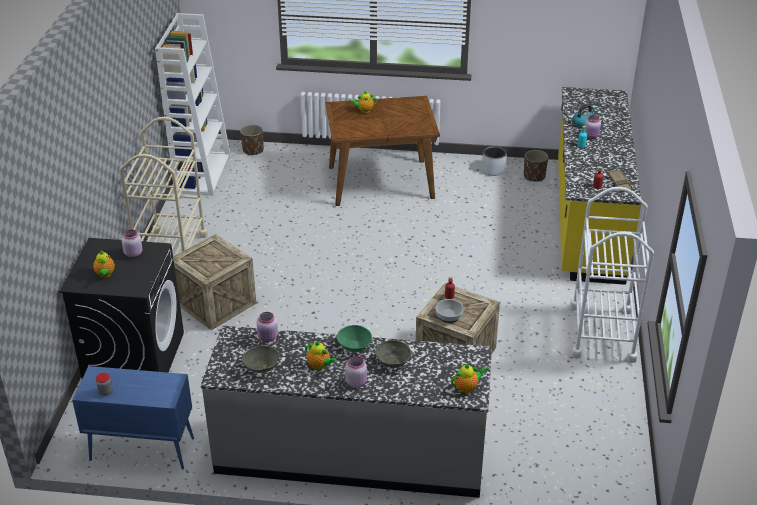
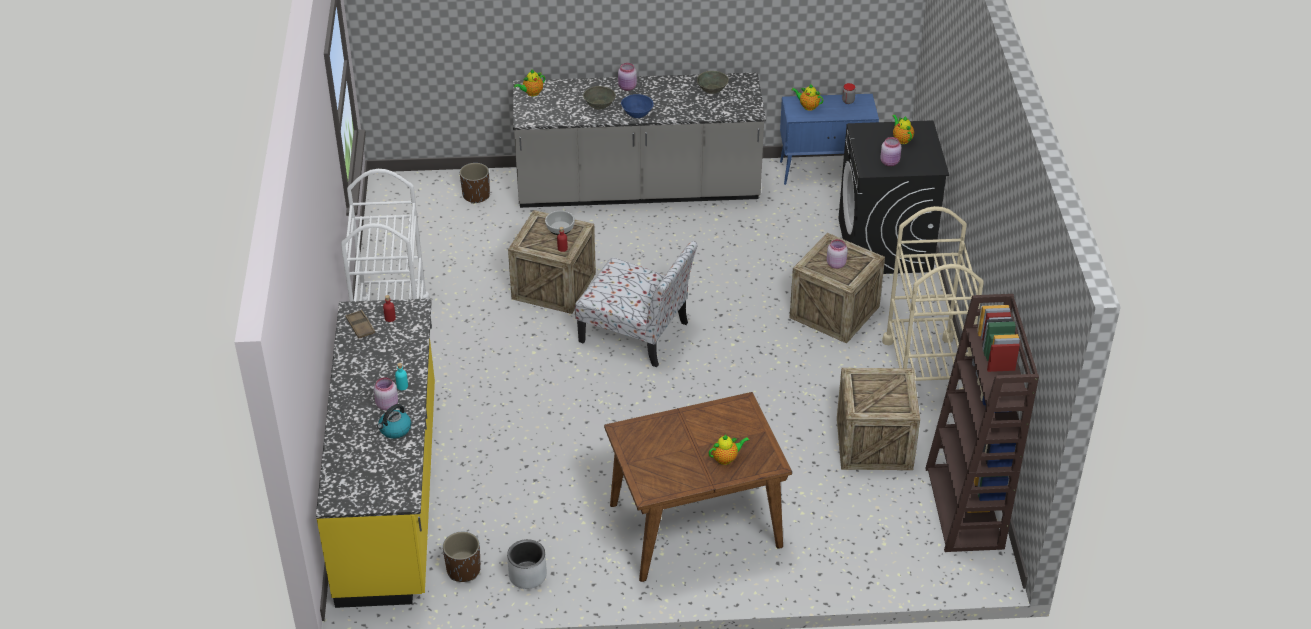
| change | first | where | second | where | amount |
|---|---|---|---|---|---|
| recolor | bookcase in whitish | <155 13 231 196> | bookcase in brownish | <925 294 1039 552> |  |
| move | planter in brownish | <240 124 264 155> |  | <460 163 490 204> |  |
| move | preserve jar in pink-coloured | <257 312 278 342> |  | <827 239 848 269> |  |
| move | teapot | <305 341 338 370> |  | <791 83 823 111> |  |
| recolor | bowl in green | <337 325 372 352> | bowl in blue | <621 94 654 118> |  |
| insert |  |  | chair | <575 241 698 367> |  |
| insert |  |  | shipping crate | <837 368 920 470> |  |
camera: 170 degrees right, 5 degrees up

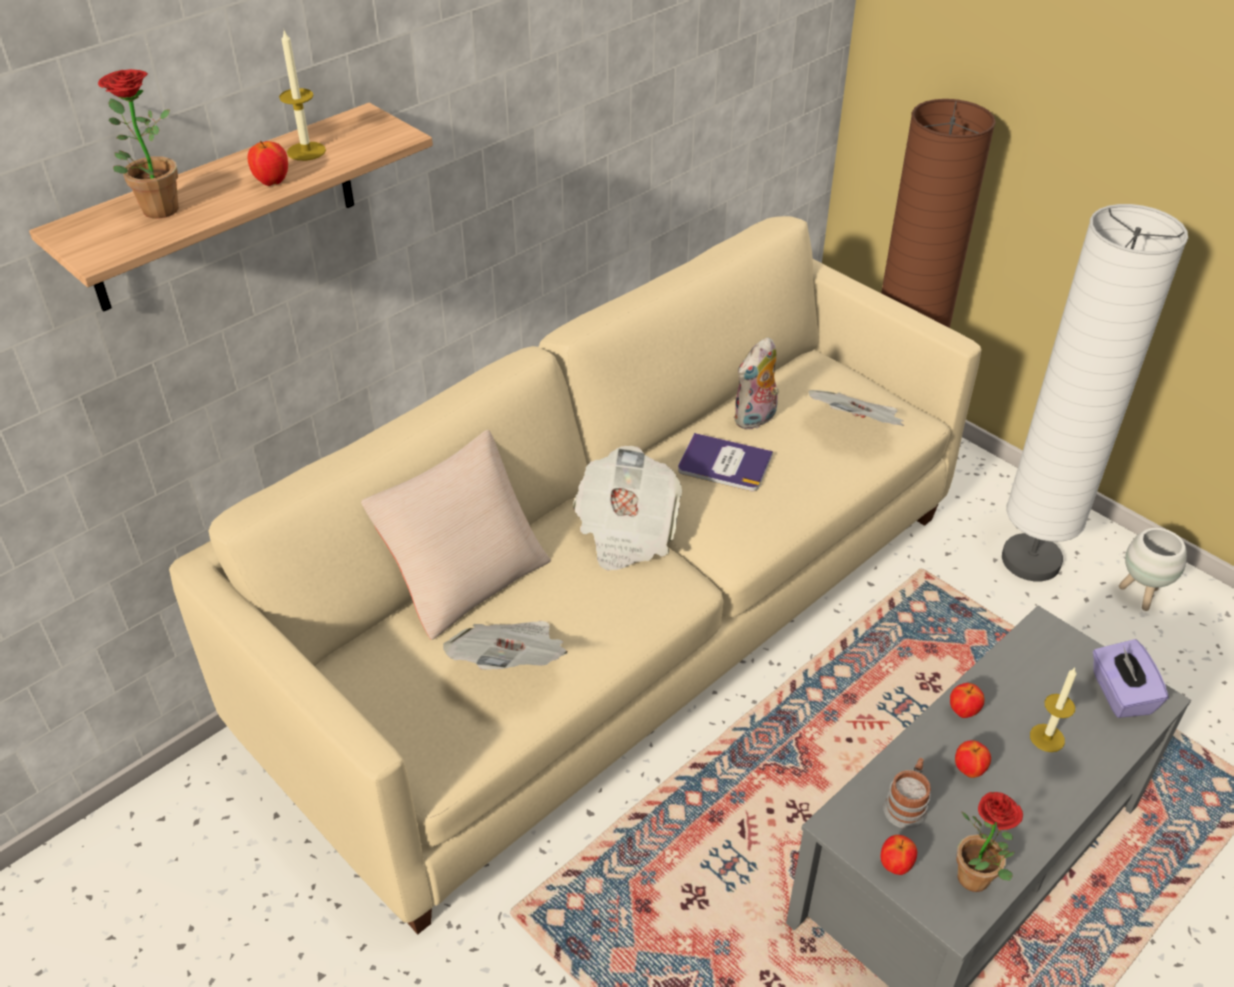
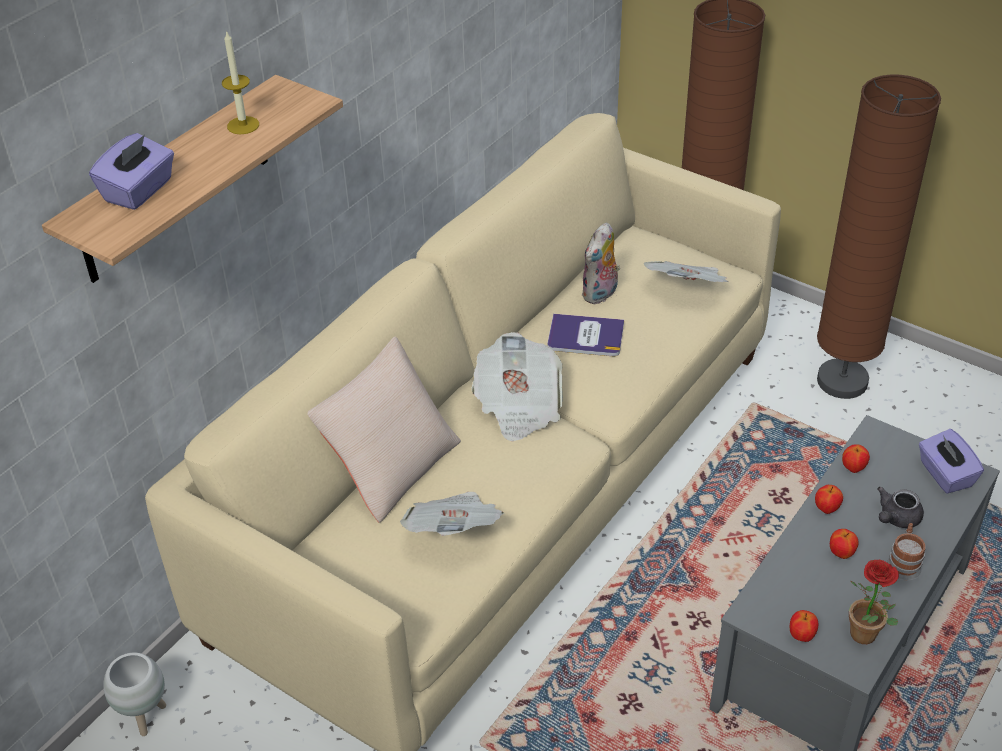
| change | first | where | second | where | amount |
|---|---|---|---|---|---|
| replace | houseplant | <98 69 179 219> | tissue holder in purple | <89 133 174 210> |  |
| move | apple | <247 140 288 186> |  | <842 444 870 473> |  |
| move | mug | <883 758 931 829> |  | <887 523 926 580> |  |
| recolor | floor lamp in whitish | <1002 204 1188 581> | floor lamp in brownish | <817 75 941 399> |  |
| replace | wax candle | <1030 668 1077 752> | teapot in greyish | <877 487 924 528> |  |
| move | planter in whitish | <1119 528 1187 611> |  | <103 653 166 736> |  |
camera: 10 degrees left, 0 degrees up

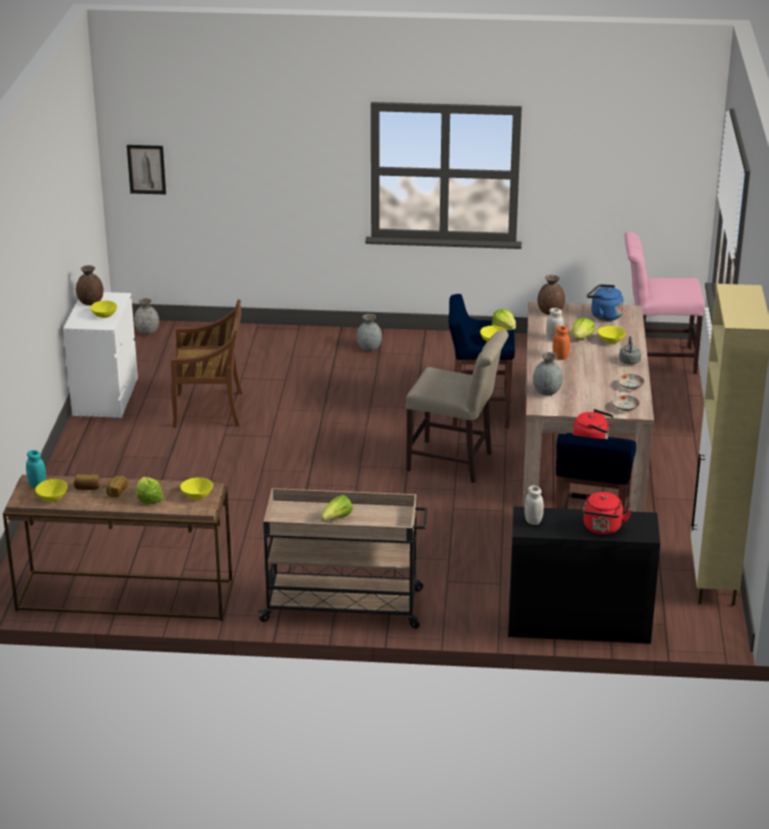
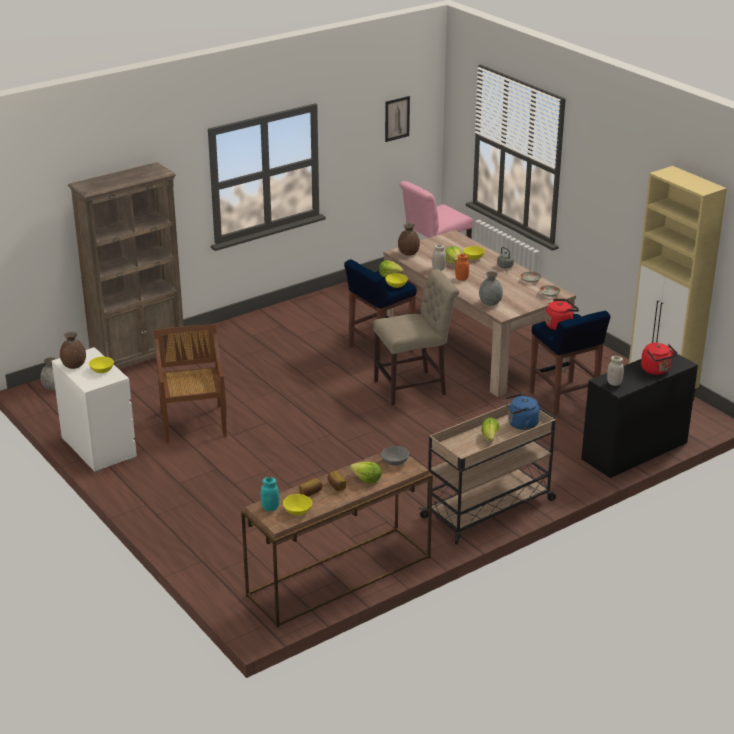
| change | first | where | second | where | amount |
|---|---|---|---|---|---|
| move | wall art | <127 145 166 195> |  | <385 96 410 142> |  |
| rotate | chair in brownish | <171 299 243 428> |  | <153 324 227 443> | 60 degrees counterclockwise |
| recolor | bowl in yellow-coloured | <180 477 213 499> | bowl in greyish | <382 446 409 466> |  |
| delete | decorative vase in greyish | <357 314 382 351> |  |  |  |
| move | water kettle in blue | <587 284 624 321> |  | <505 393 540 430> |  |
| insert |  |  | bookcase in brownish | <68 162 184 369> |  |
camera: 40 degrees left, 0 degrees up

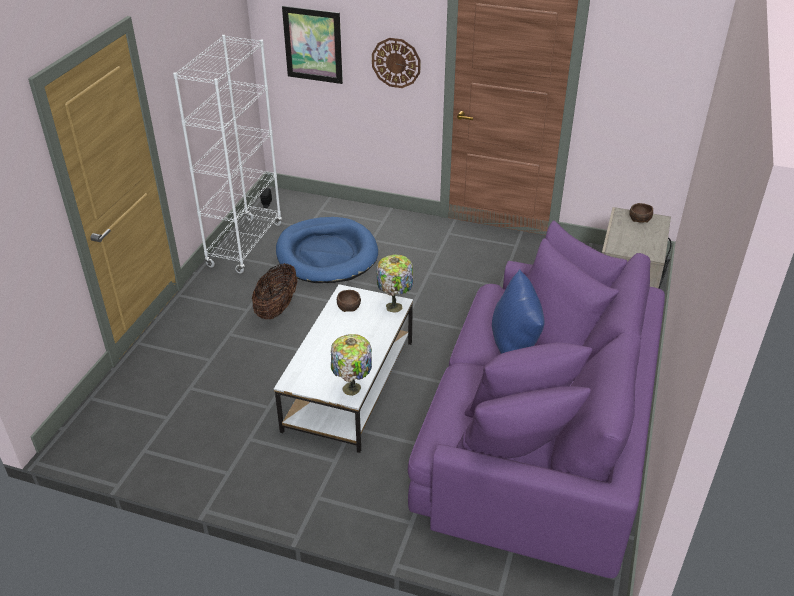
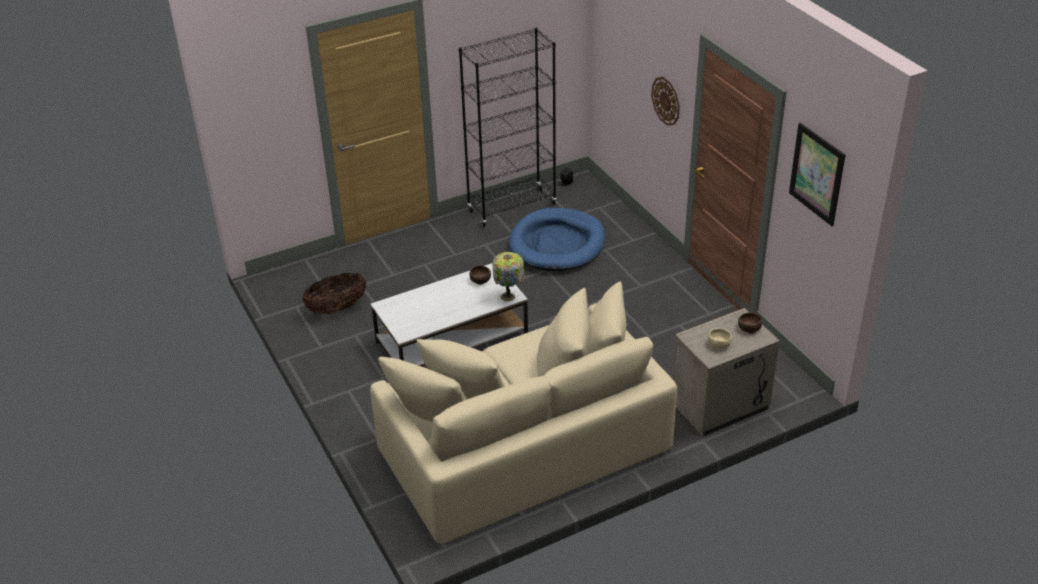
| change | first | where | second | where | amount |
|---|---|---|---|---|---|
| recolor | bookcase in whitish | <173 35 282 274> | bookcase in blackish | <459 28 557 227> |  |
| move | basket | <252 263 297 319> |  | <302 273 367 314> |  |
| move | wall art | <282 6 343 84> |  | <789 123 845 226> |  |
| delete | table lamp | <331 334 372 396> |  |  |  |
| recolor | settee in purple | <408 220 665 578> | settee in beige-coloured | <370 281 677 544> |  |
| delete | pillow in blue | <492 269 545 354> |  |  |  |
| insert |  |  | bowl in beige-coloured | <708 328 732 350> |  |
camera: 45 degrees right, 0 degrees up

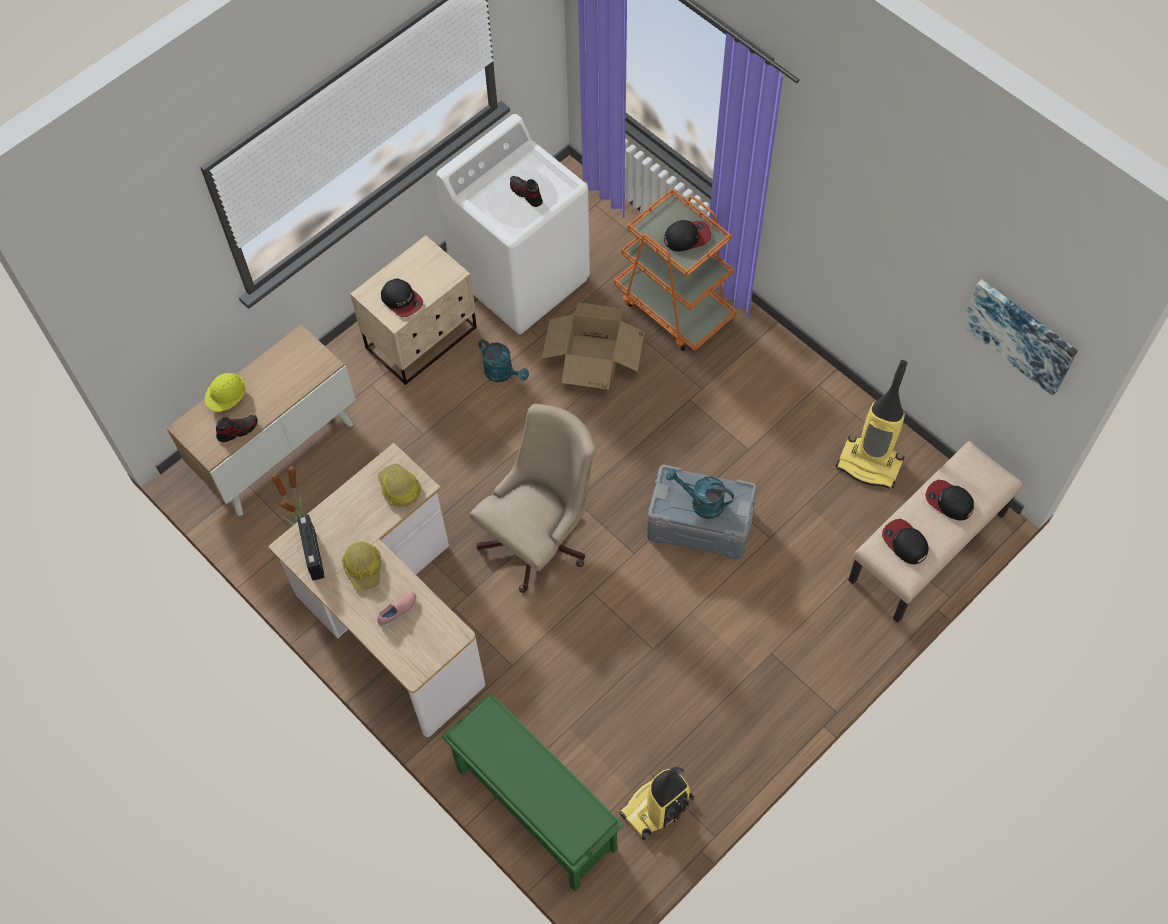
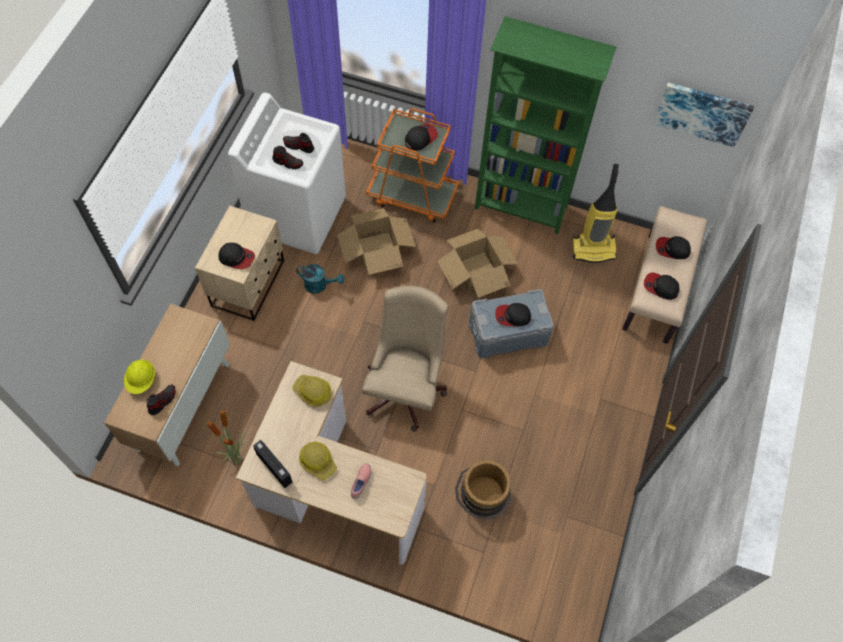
| change | first | where | second | where | amount |
|---|---|---|---|---|---|
| delete | shoe rack in green | <442 693 624 891> |  |  |  |
| delete | vacuum | <620 767 694 841> |  |  |  |
| replace | watering can in turquoise-coloured | <666 468 734 519> | baseball cap | <495 303 531 326> |  |
| insert |  |  | low shoe | <272 146 303 169> |  |
| insert |  |  | packing box | <437 229 518 298> |  |
| insert |  |  | bucket in brownish | <455 460 511 519> |  |
| insert |  |  | bookcase in green | <475 16 616 234> |  |
camera: 30 degrees left, 0 degrees up

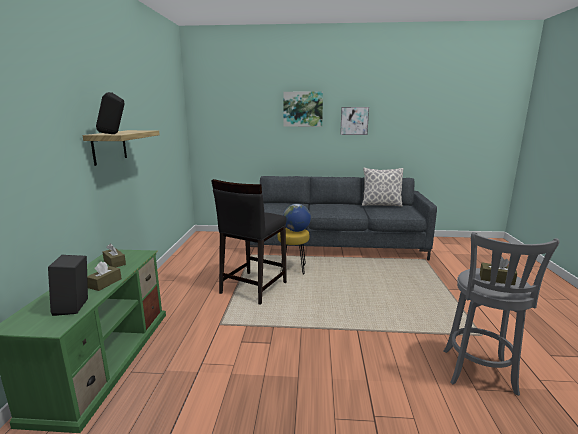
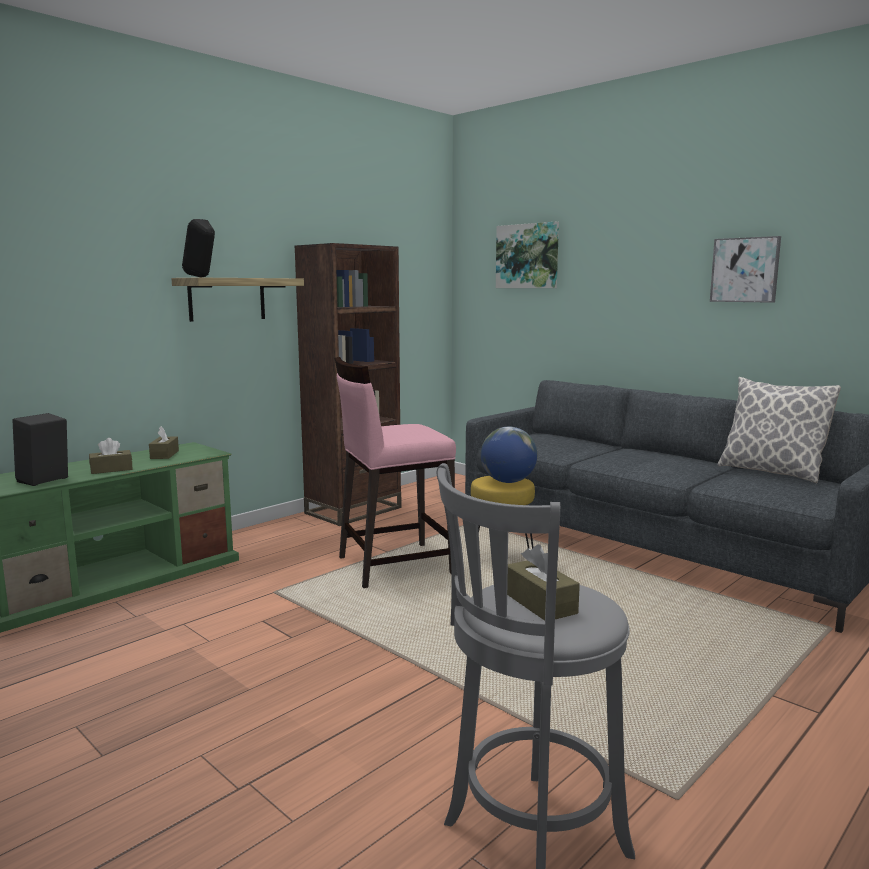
| change | first | where | second | where | amount |
|---|---|---|---|---|---|
| recolor | stool in blackish | <211 179 287 305> | stool in pink-coloured | <335 357 456 588> |  |
| move | wall art | <283 92 323 127> |  | <496 222 559 288> |  |
| insert |  |  | bookcase in brownish | <294 243 401 526> |  |
camera: 40 degrees right, 5 degrees down

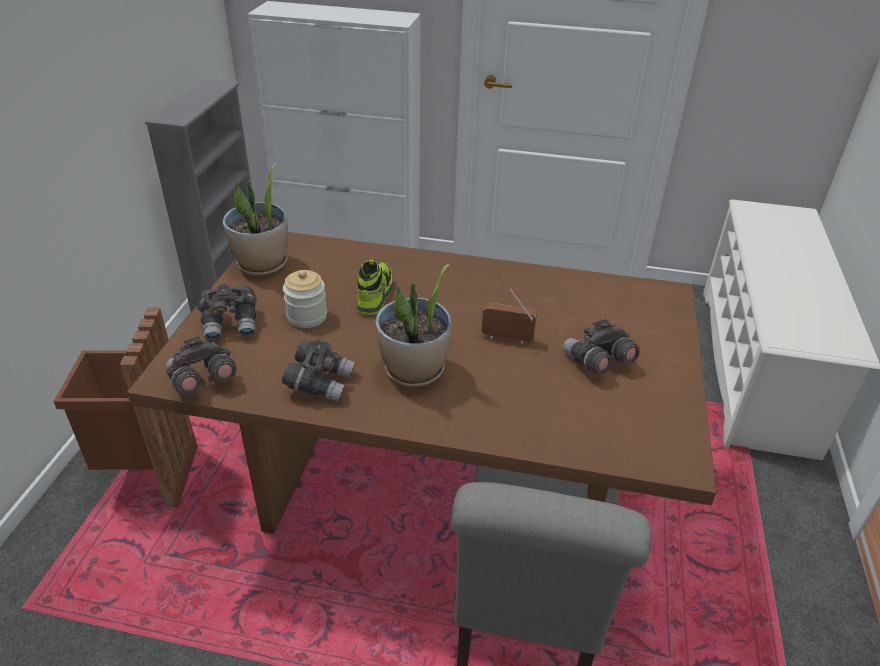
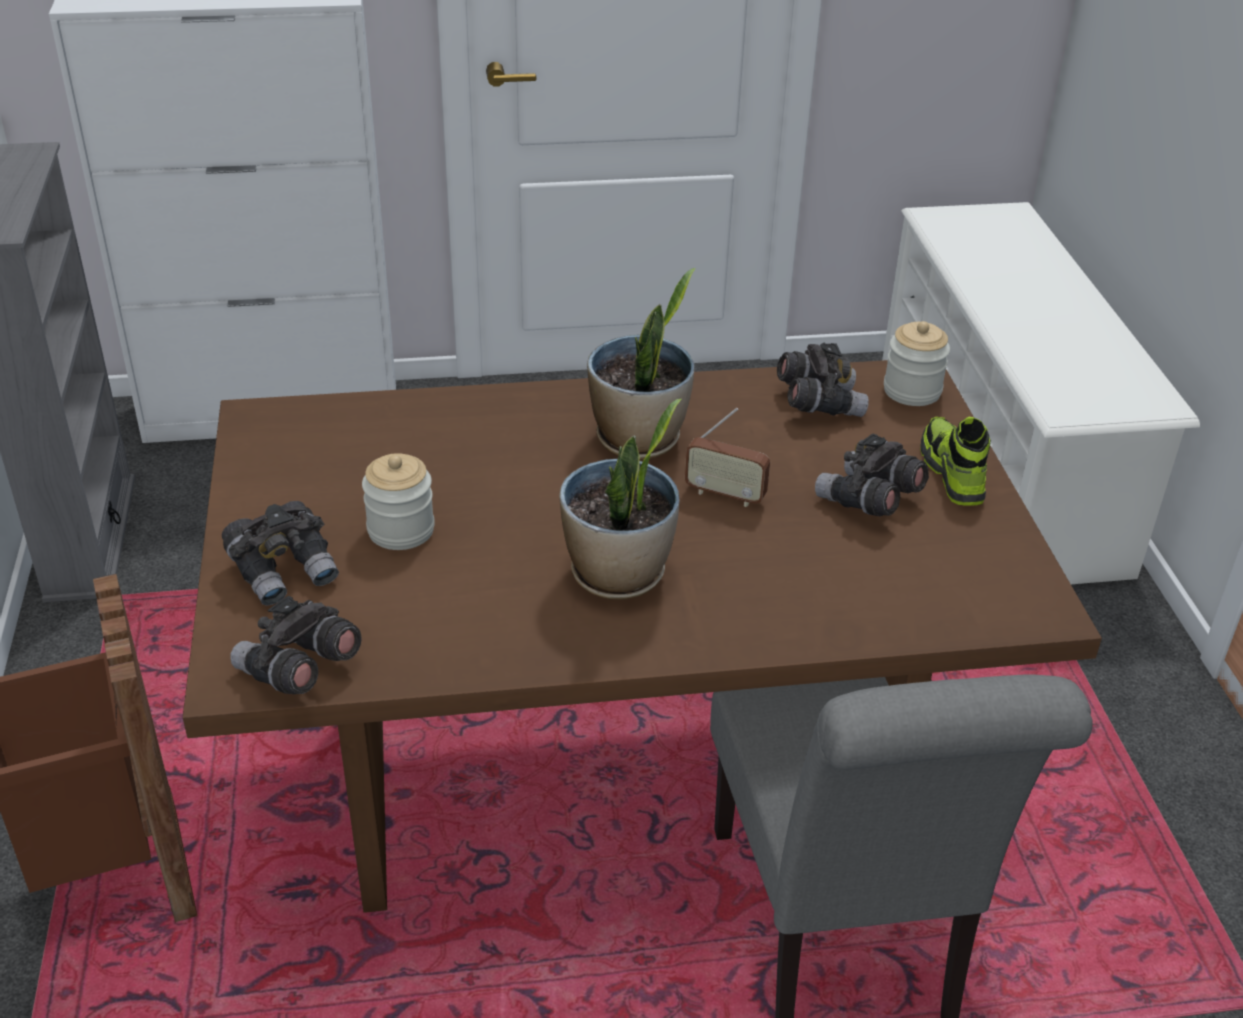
| change | first | where | second | where | amount |
|---|---|---|---|---|---|
| move | houseplant | <223 163 288 276> |  | <587 268 695 460> |  |
| move | field glasses in greyish | <282 339 356 402> |  | <777 343 869 417> |  |
| move | low shoe | <357 260 393 315> |  | <920 417 991 506> |  |
| rotate | radio set | <481 289 537 344> |  | <685 408 770 507> | 150 degrees counterclockwise |
| insert |  |  | preserve jar | <884 321 950 406> |  |
camera: 20 degrees left, 0 degrees up

